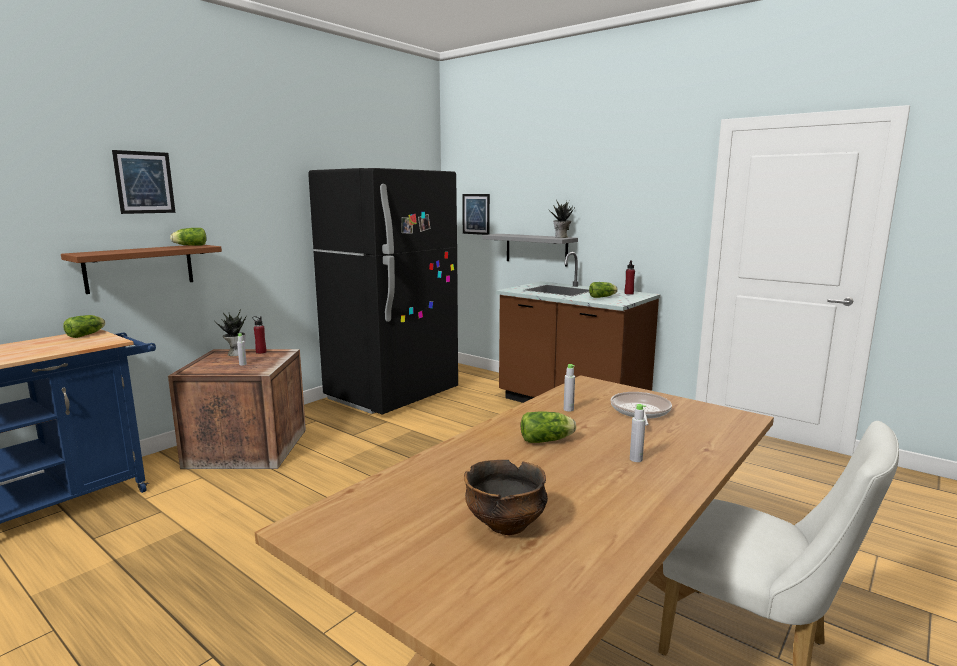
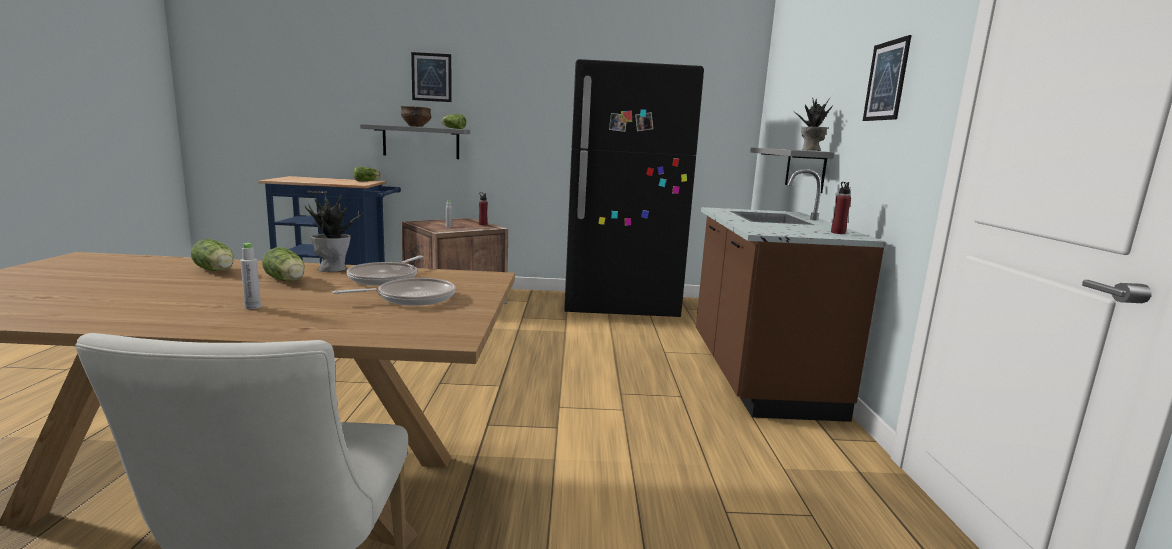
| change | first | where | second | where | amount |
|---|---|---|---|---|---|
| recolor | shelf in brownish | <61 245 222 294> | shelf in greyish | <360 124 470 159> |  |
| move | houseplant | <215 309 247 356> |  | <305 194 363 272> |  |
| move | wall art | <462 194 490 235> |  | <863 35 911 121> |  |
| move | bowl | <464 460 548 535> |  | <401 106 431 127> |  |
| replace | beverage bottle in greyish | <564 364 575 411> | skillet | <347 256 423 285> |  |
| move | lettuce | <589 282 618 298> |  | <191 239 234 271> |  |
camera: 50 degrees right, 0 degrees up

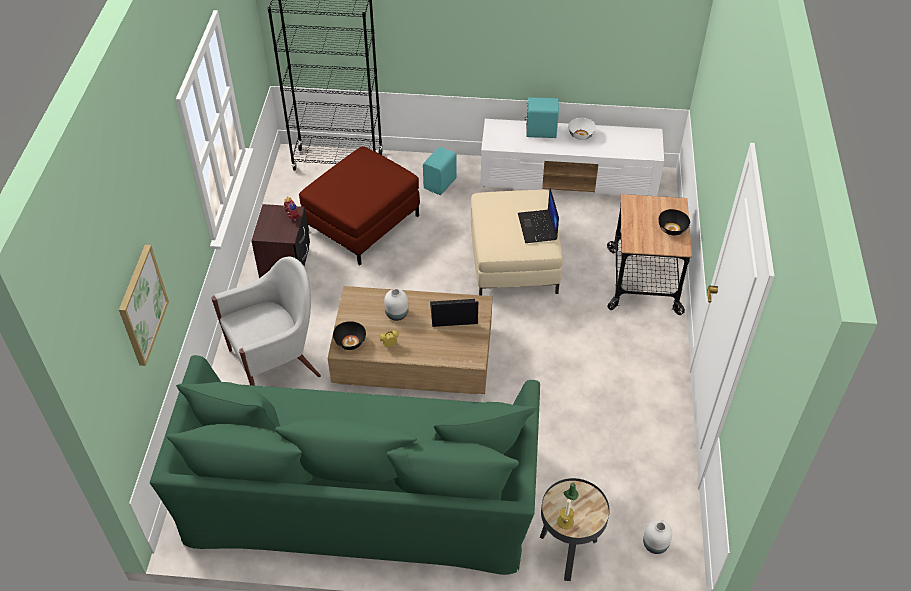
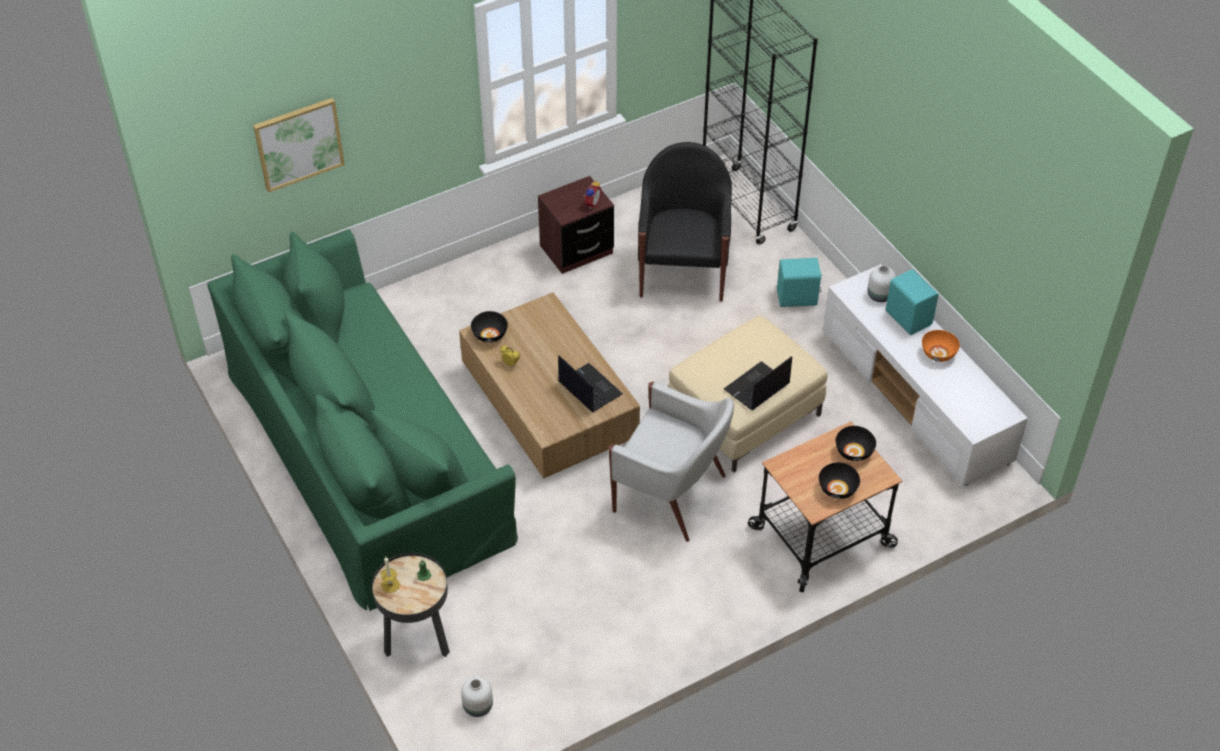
| change | first | where | second | where | amount |
|---|---|---|---|---|---|
| move | armchair in whitish | <211 257 321 386> |  | <609 381 734 542> |  |
| replace | footrest in reddish | <299 146 420 265> | armchair in blackish | <638 142 732 302> |  |
| move | decorative vase in whitish | <384 289 408 321> |  | <868 266 896 302> |  |
| recolor | bowl in whitish | <568 118 596 140> | bowl in orange-coloured | <922 330 960 362> |  |
| insert |  |  | bowl in blackish | <835 426 876 461> |  |
camera: 55 degrees right, 0 degrees up

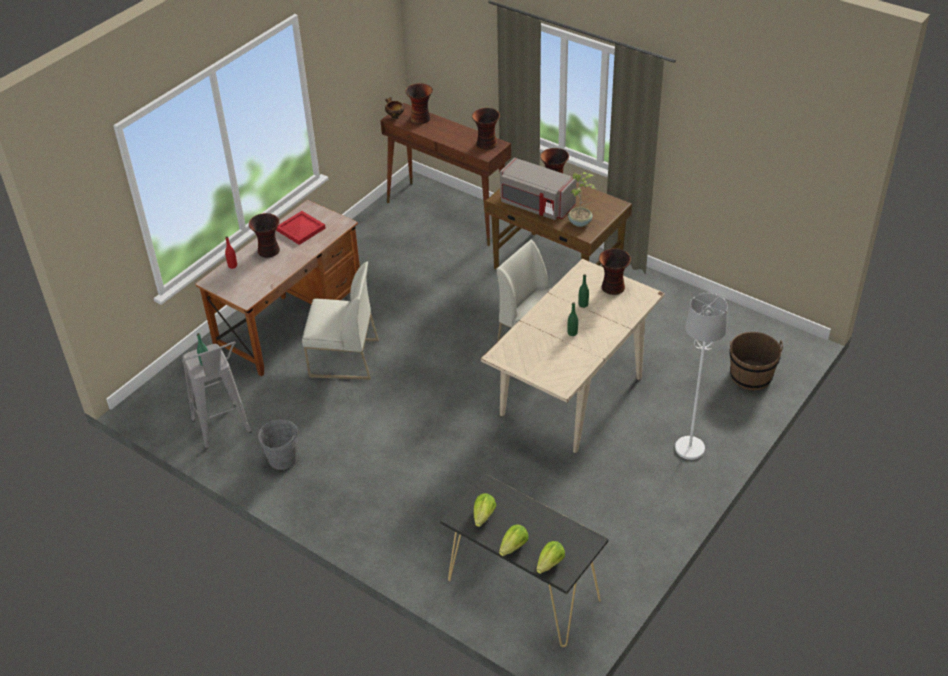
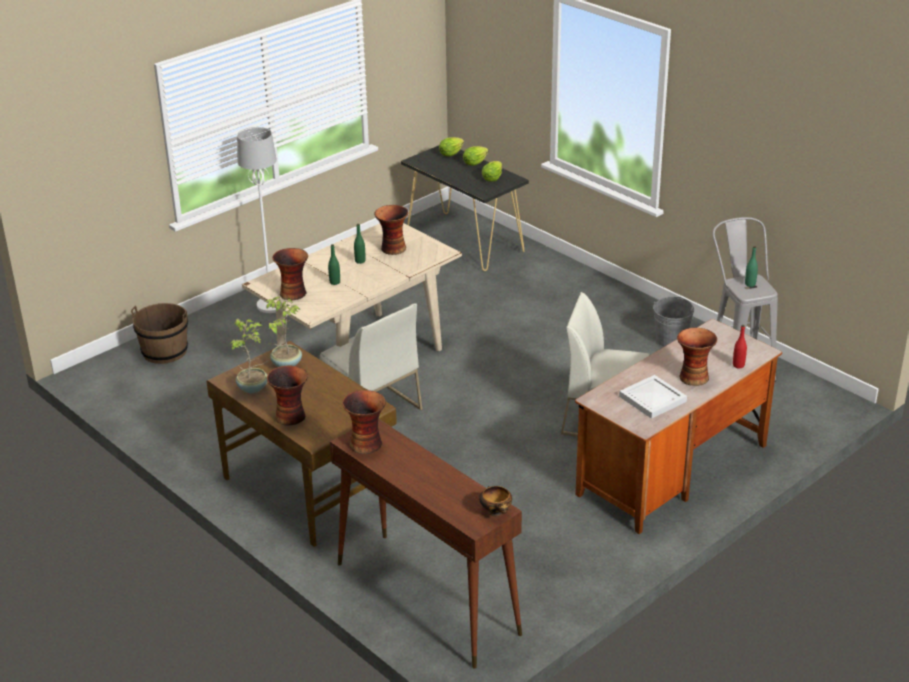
| change | first | where | second | where | amount |
|---|---|---|---|---|---|
| recolor | serving tray in reddish | <276 211 326 245> | serving tray in whitish | <619 375 687 419> |  |
| move | decorative vase | <406 83 433 124> |  | <374 205 409 255> |  |
| delete | microwave oven in greyish | <500 157 576 220> |  |  |  |
| insert |  |  | houseplant | <230 318 268 393> |  |
camera: 170 degrees left, 10 degrees down

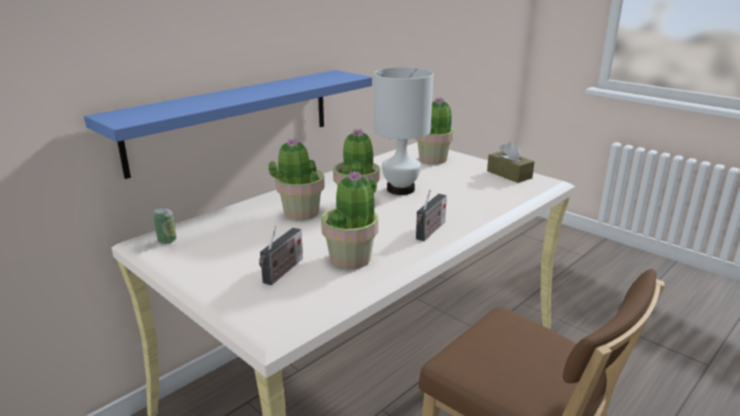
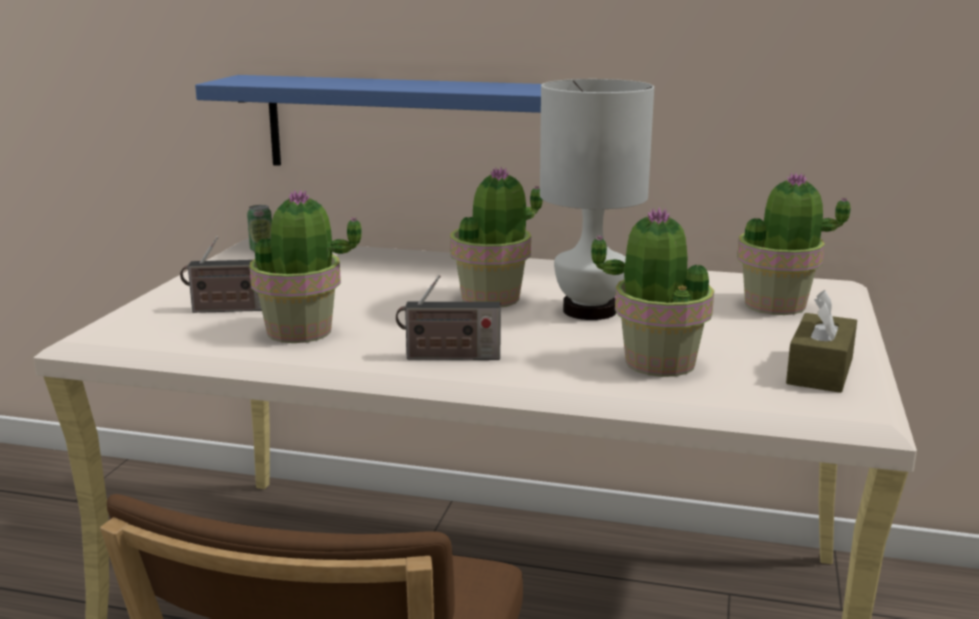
| change | first | where | second | where | amount |
|---|---|---|---|---|---|
| move | houseplant | <269 137 325 220> |  | <591 207 714 377> |  |
camera: 60 degrees right, 5 degrees down

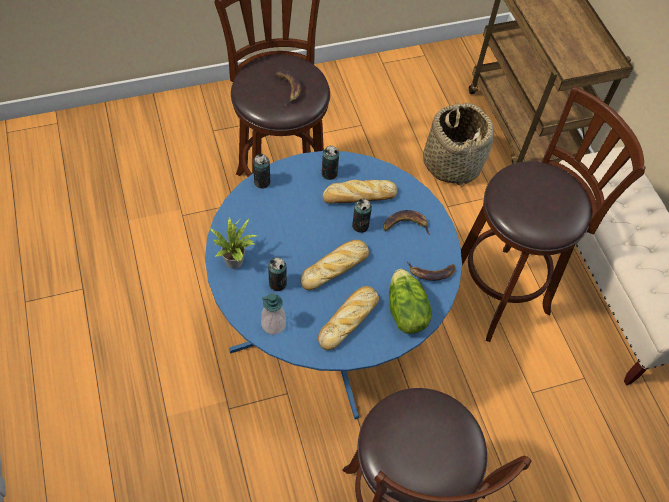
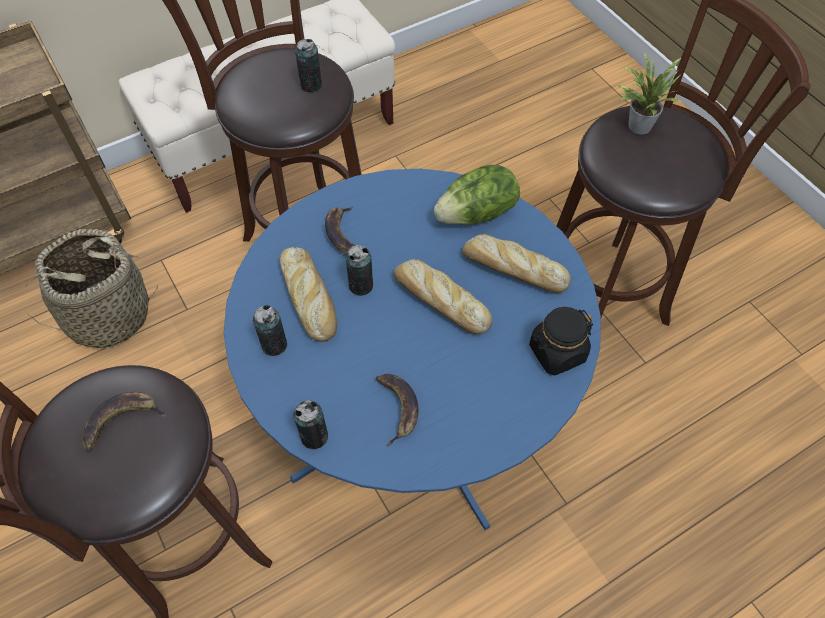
| change | first | where | second | where | amount |
|---|---|---|---|---|---|
| move | houseplant | <209 217 258 269> |  | <618 51 682 134> |  |
| replace | soap dispenser | <261 294 286 335> | preserve jar in blackish | <529 307 593 375> |  |
| move | sealed can | <268 257 287 291> |  | <295 39 322 93> |  |
| move | whole banana | <407 261 455 281> |  | <376 374 419 446> |  |
camera: 100 degrees left, 0 degrees up

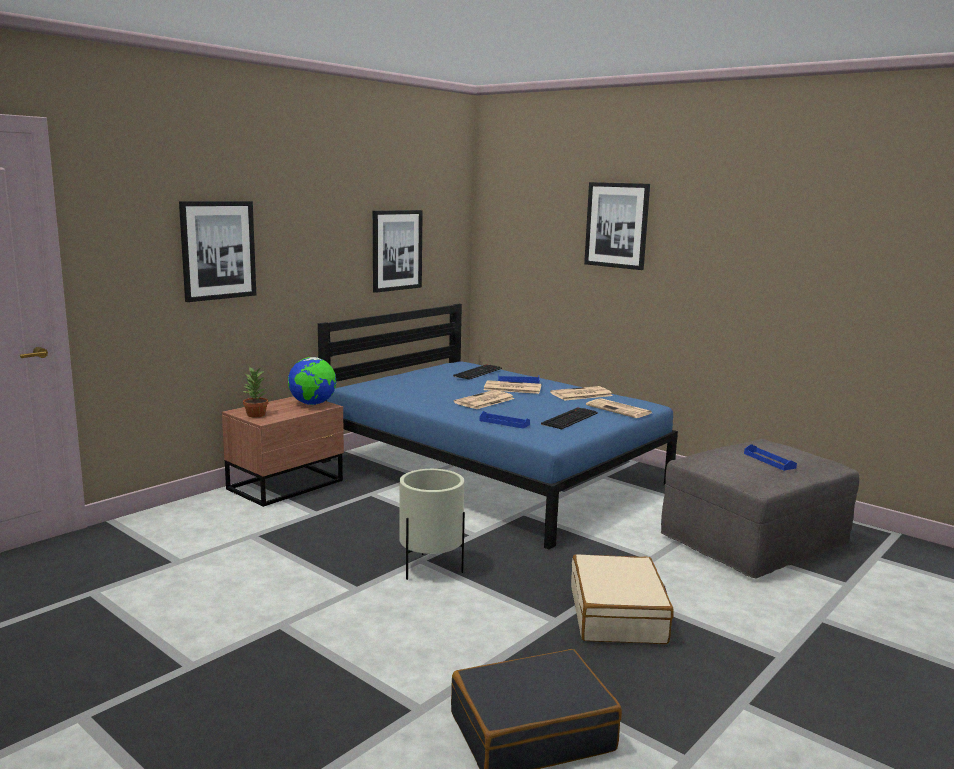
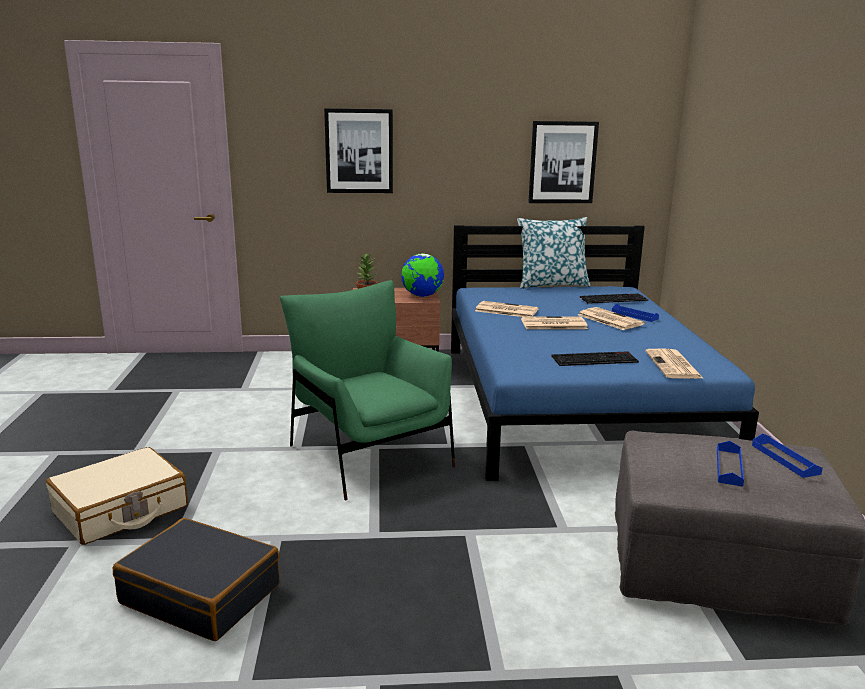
| change | first | where | second | where | amount |
|---|---|---|---|---|---|
| replace | planter in beige-coloured | <399 469 465 580> | armchair in green | <280 280 455 500> |  |
| move | serving tray in blue | <479 411 530 429> |  | <752 433 823 478> |  |
| move | newspaper | <550 386 613 401> |  | <475 301 539 317> |  |
| move | suitcase in beige-coloured | <571 554 674 644> |  | <46 447 188 545> |  |
| delete | wall art | <584 182 650 270> |  |  |  |
| insert |  |  | pillow | <517 217 591 289> |  |
camera: 45 degrees right, 5 degrees up

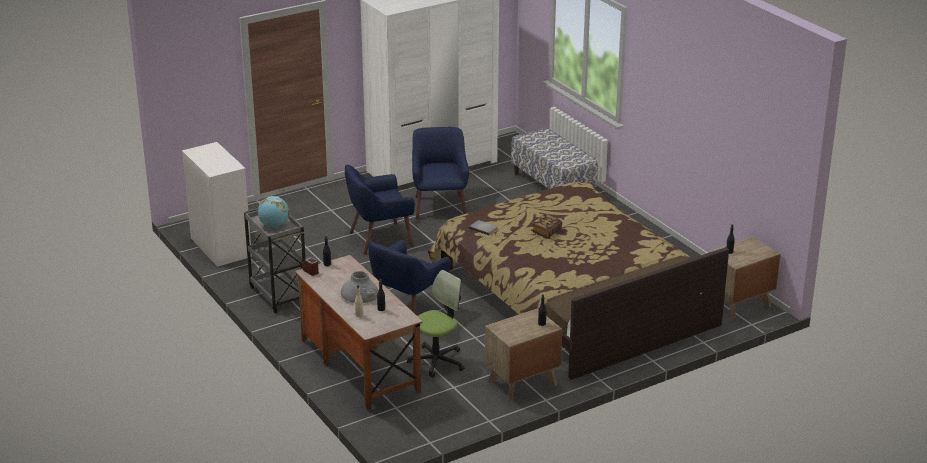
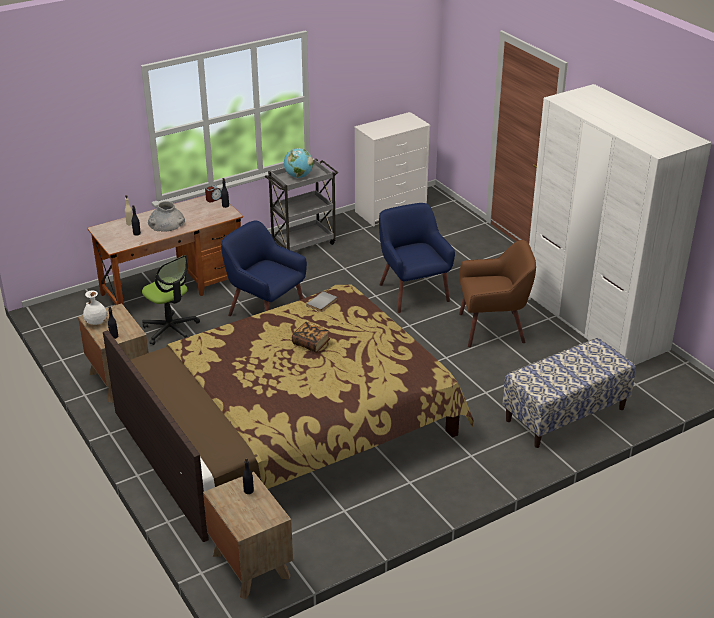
| change | first | where | second | where | amount |
|---|---|---|---|---|---|
| recolor | armchair in blue | <412 127 469 220> | armchair in brownish | <459 240 536 347> |  |
| insert |  |  | decorative vase in whitish | <83 290 107 325> |  |
camera: 90 degrees right, 5 degrees up

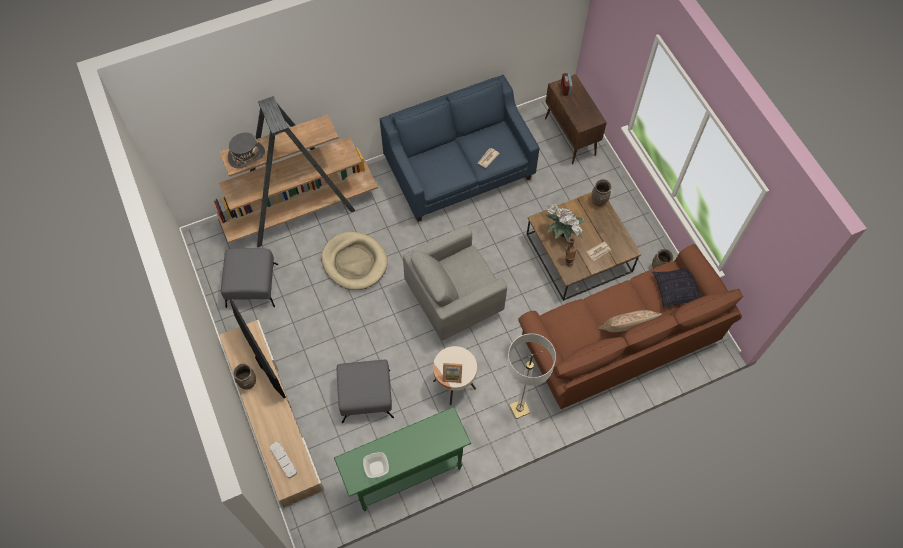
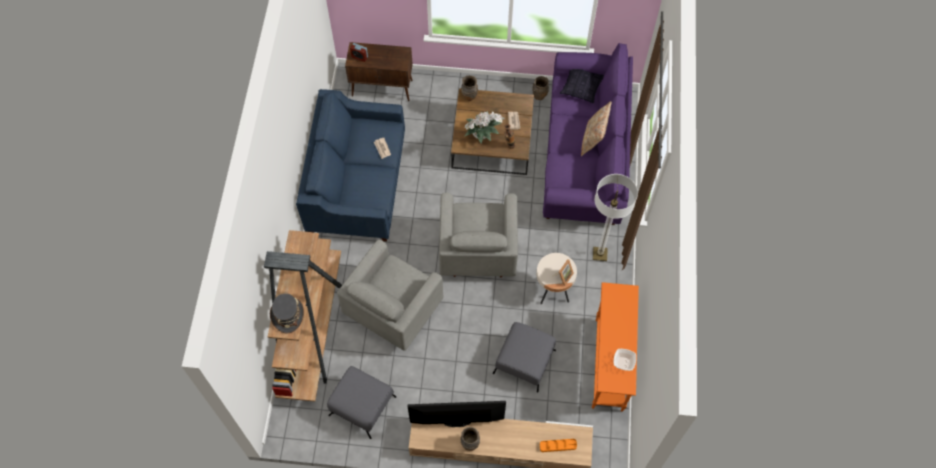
| change | first | where | second | where | amount |
|---|---|---|---|---|---|
| recolor | serving tray in greyish | <270 442 297 478> | serving tray in orange-coloured | <540 439 577 452> |  |
| replace | pet bed in beige-coloured | <321 231 388 290> | armchair in greyish | <337 240 444 351> |  |
| recolor | console table in green | <334 407 471 511> | console table in orange-coloured | <592 282 639 412> |  |
| recolor | settee in brownish | <518 244 744 409> | settee in purple | <543 43 633 225> |  |
camera: 60 degrees left, 0 degrees up

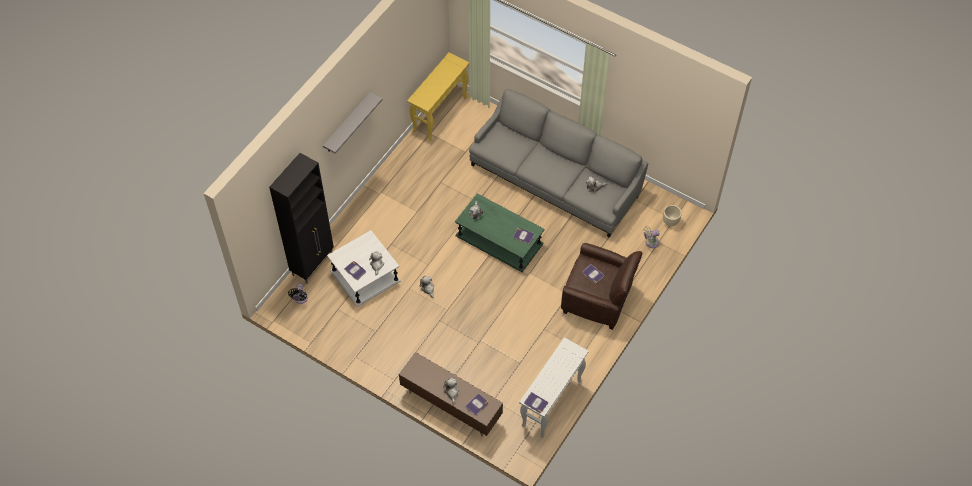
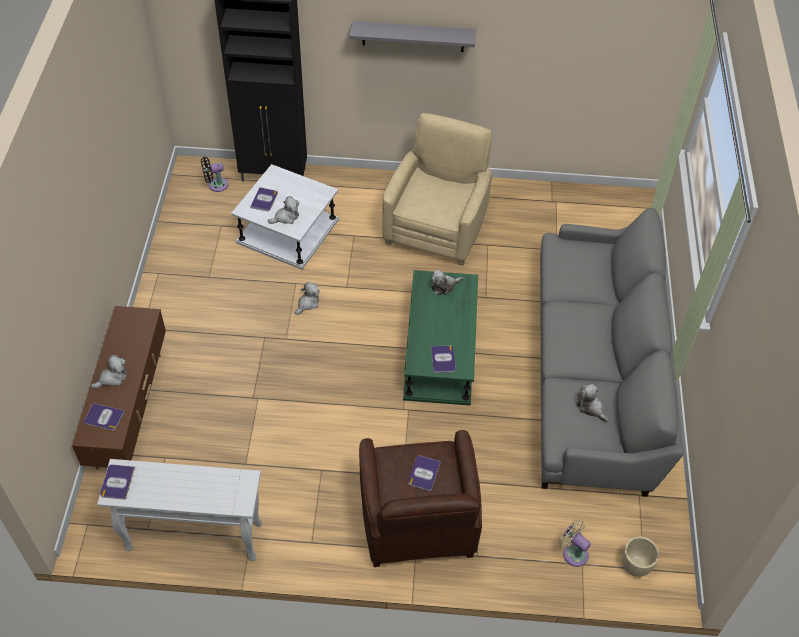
| change | first | where | second | where | amount |
|---|---|---|---|---|---|
| delete | console table in yellow-coloured | <407 52 469 141> |  |  |  |
| insert |  |  | armchair in beige-coloured | <382 113 492 266> |  |
camera: 60 degrees right, 5 degrees down

